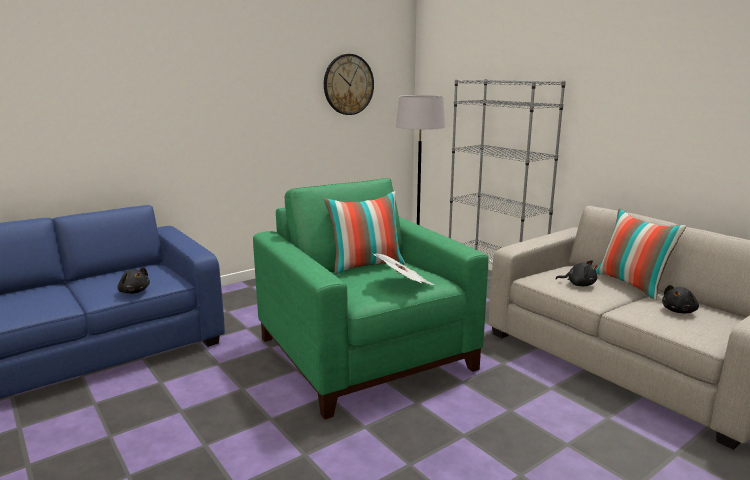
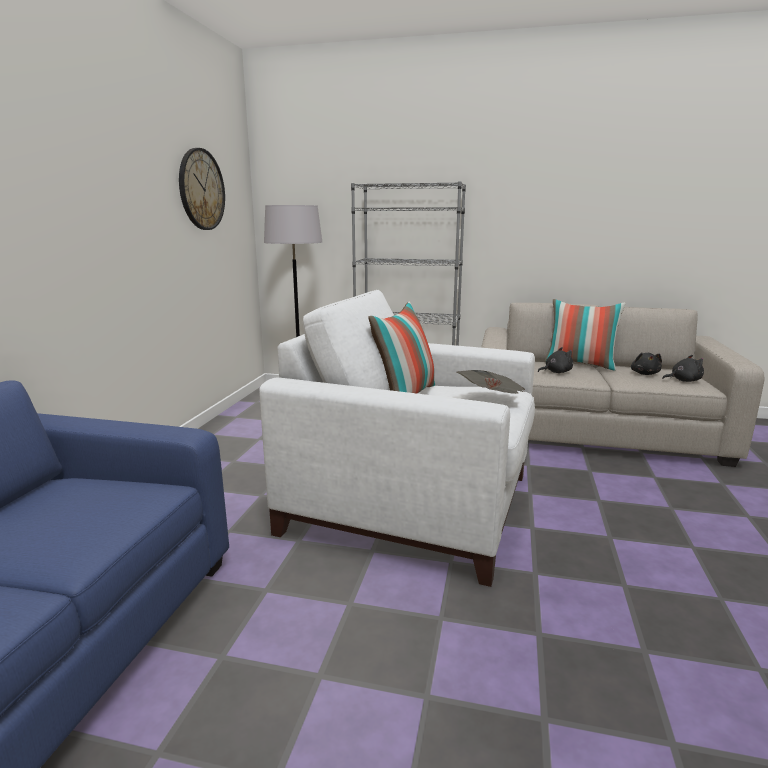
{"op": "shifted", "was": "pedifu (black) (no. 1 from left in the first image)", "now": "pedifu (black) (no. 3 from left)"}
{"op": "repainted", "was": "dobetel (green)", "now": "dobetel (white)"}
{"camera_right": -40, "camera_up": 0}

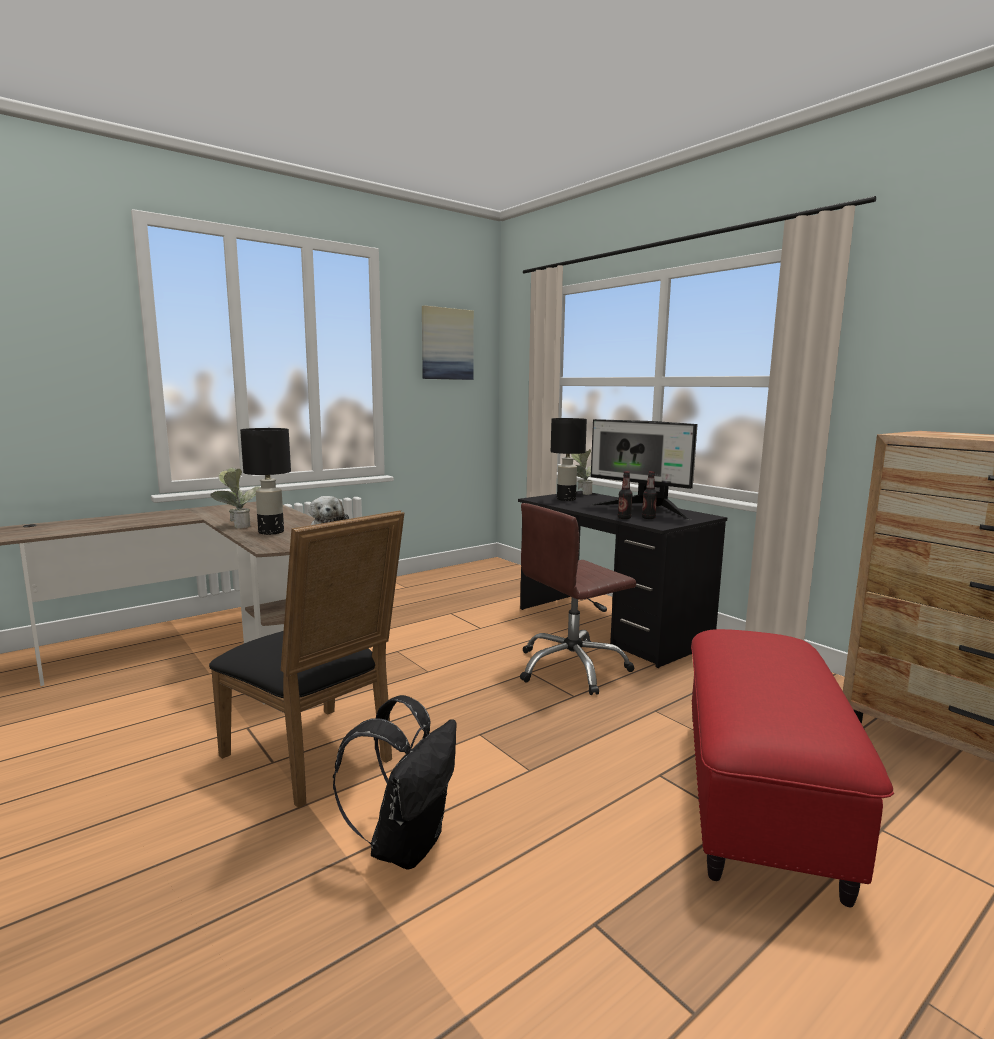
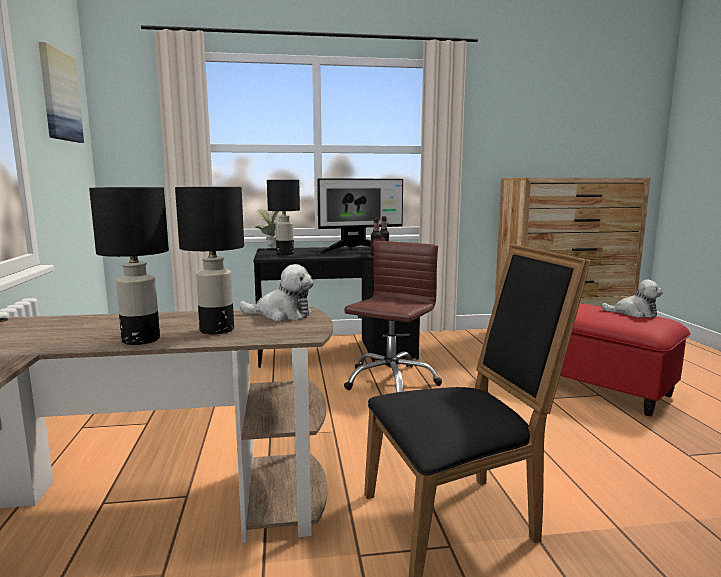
{"op": "gone", "was": "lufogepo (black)"}
{"op": "new", "now": "pedifu (no. 2 from left)"}
{"op": "swapped", "was": "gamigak (no. 1 from left)", "now": "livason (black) (no. 1 from left)"}
{"op": "rotated", "was": "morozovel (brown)", "clockwise": -150}
{"camera_right": -60, "camera_up": 0}

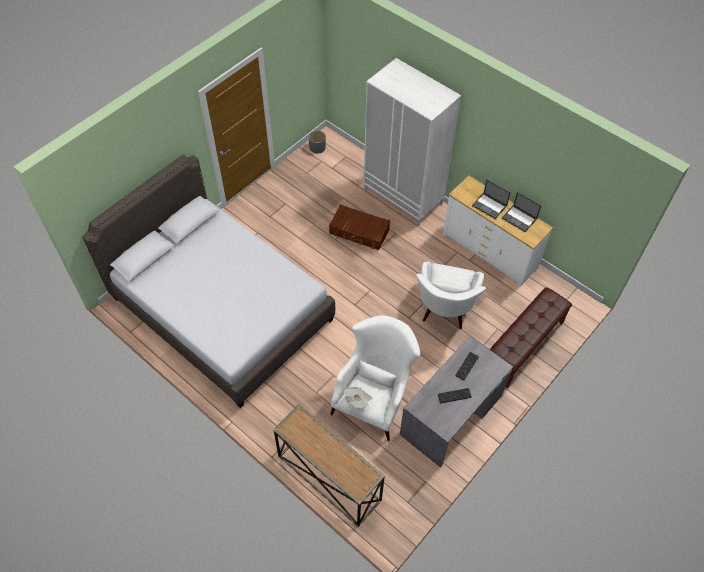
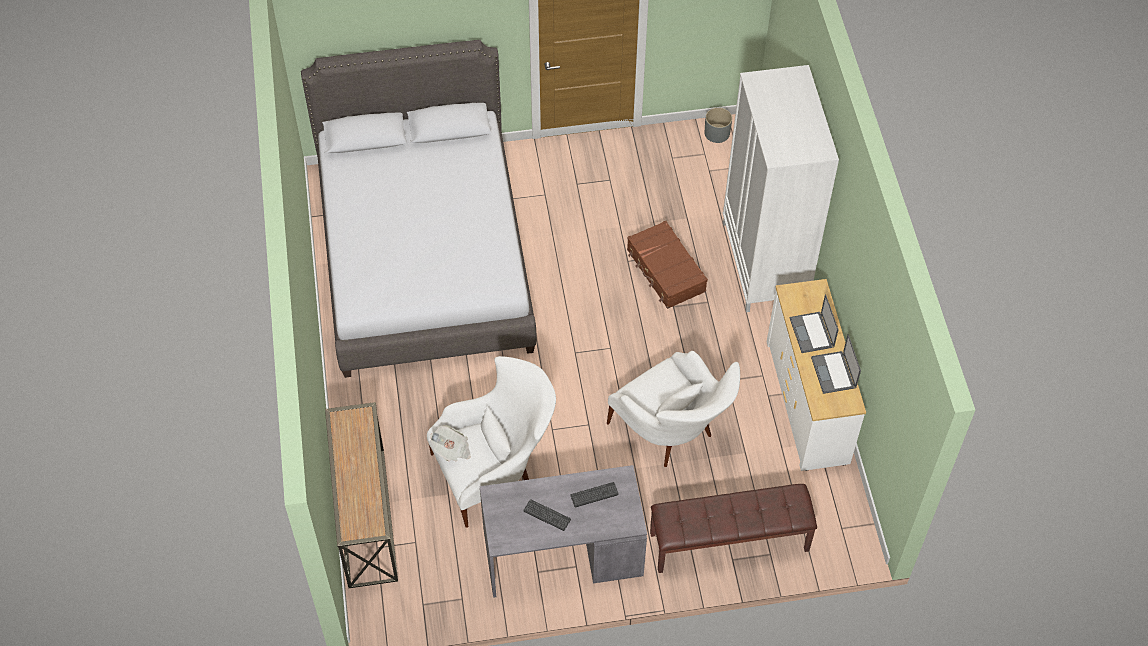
{"op": "rotated", "was": "dobetel (white) (no. 2 from left)", "clockwise": -90}
{"camera_right": 40, "camera_up": 0}

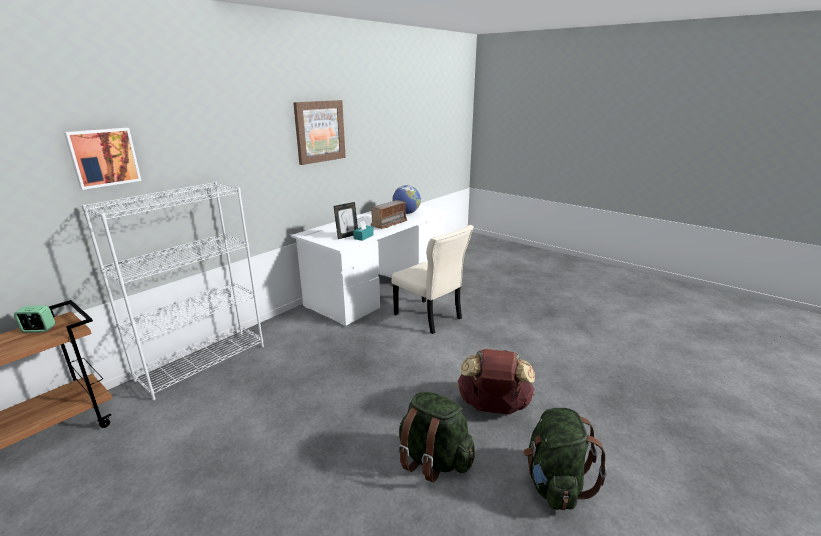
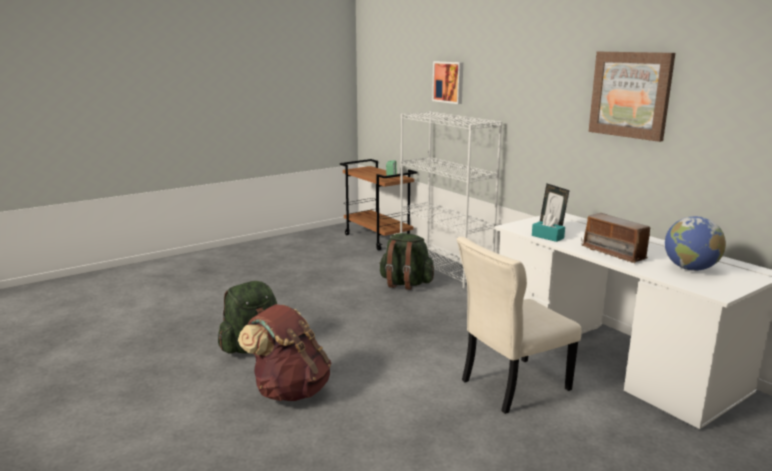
{"op": "shifted", "was": "lufogepo (green) (no. 2 from left)"}
{"camera_right": 105, "camera_up": -5}

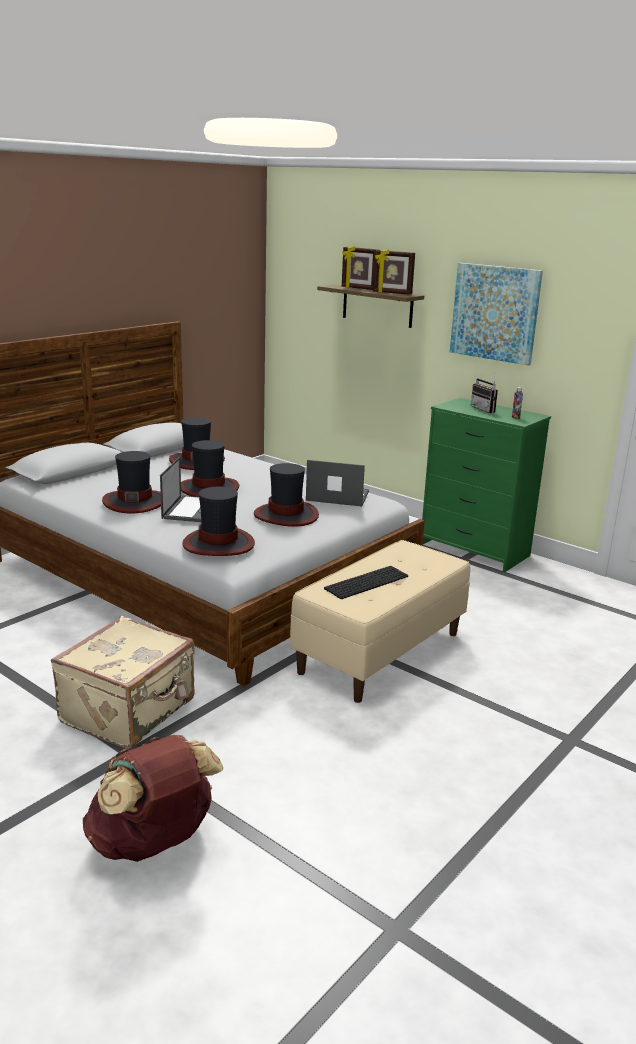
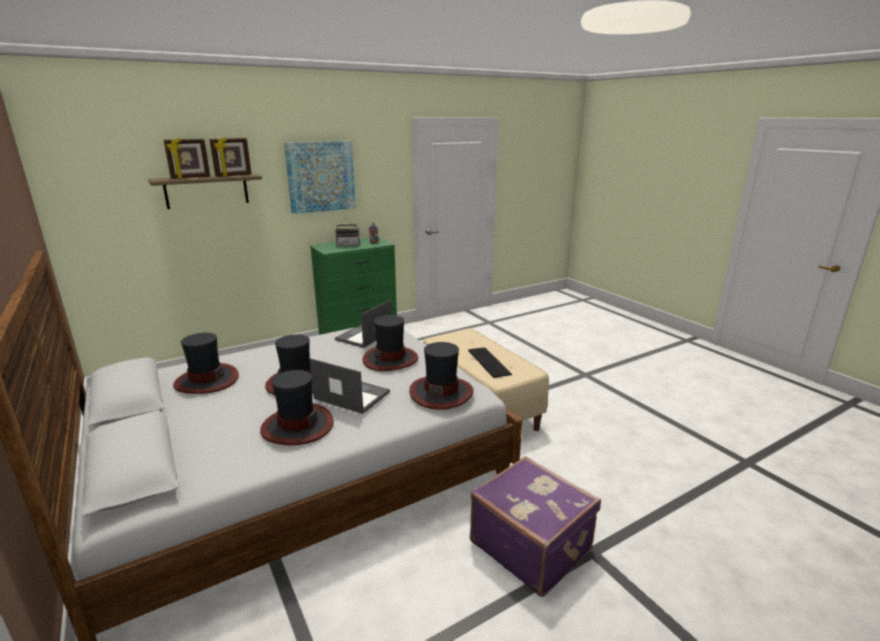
{"op": "gone", "was": "lufogepo (brown)"}
{"op": "repainted", "was": "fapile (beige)", "now": "fapile (purple)"}
{"camera_right": -70, "camera_up": 0}

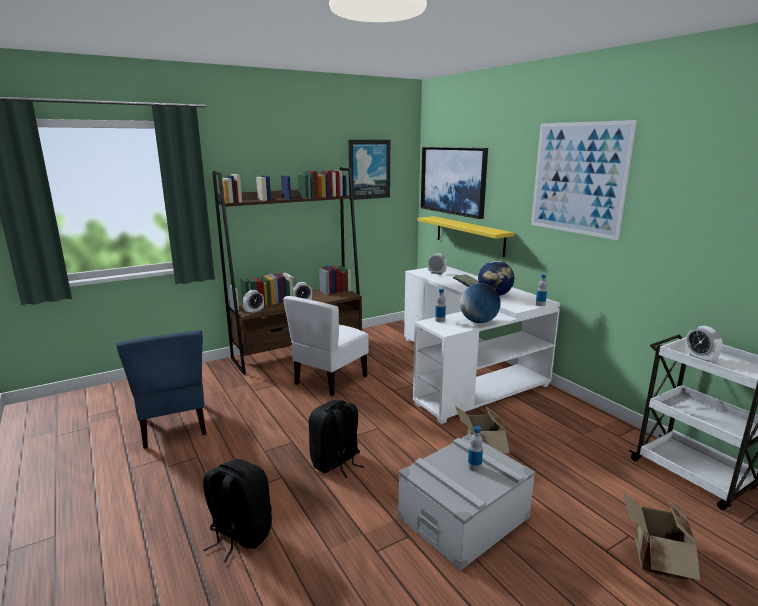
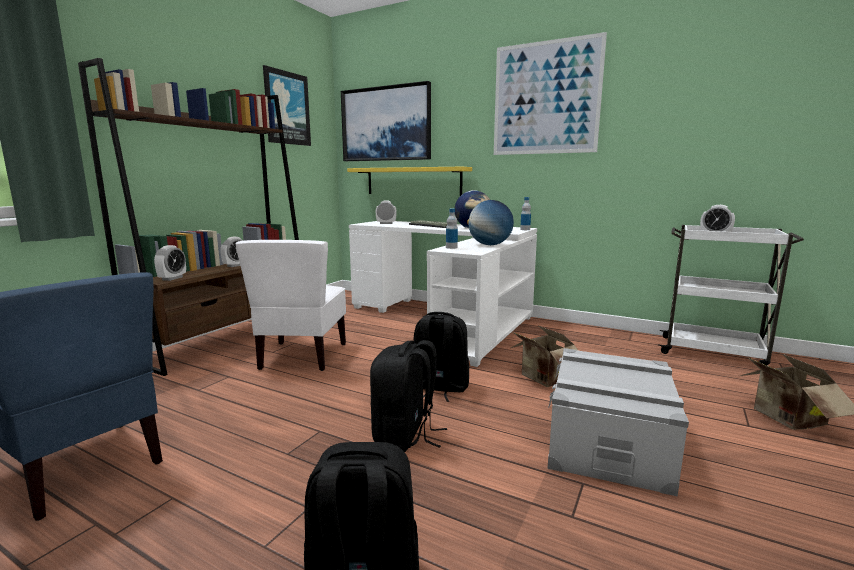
{"op": "gone", "was": "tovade (no. 2 from left)"}
{"op": "new", "now": "lufogepo (black) (no. 3 from left)"}
{"camera_right": -30, "camera_up": -5}

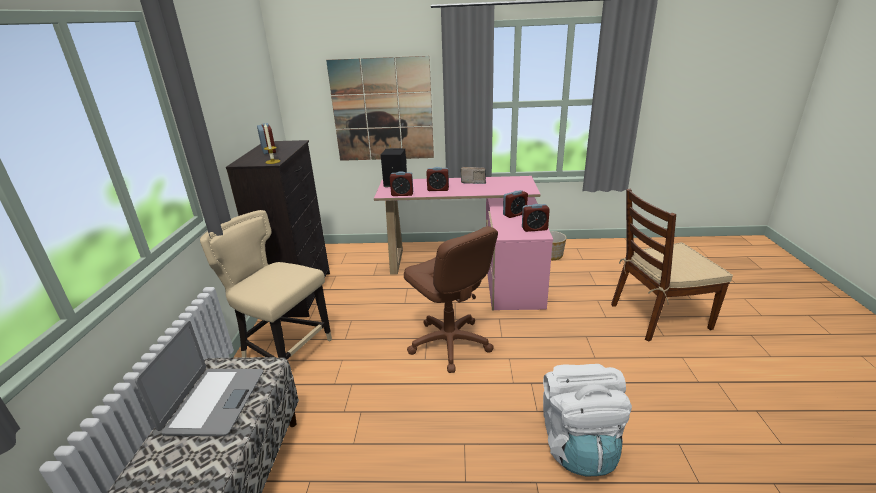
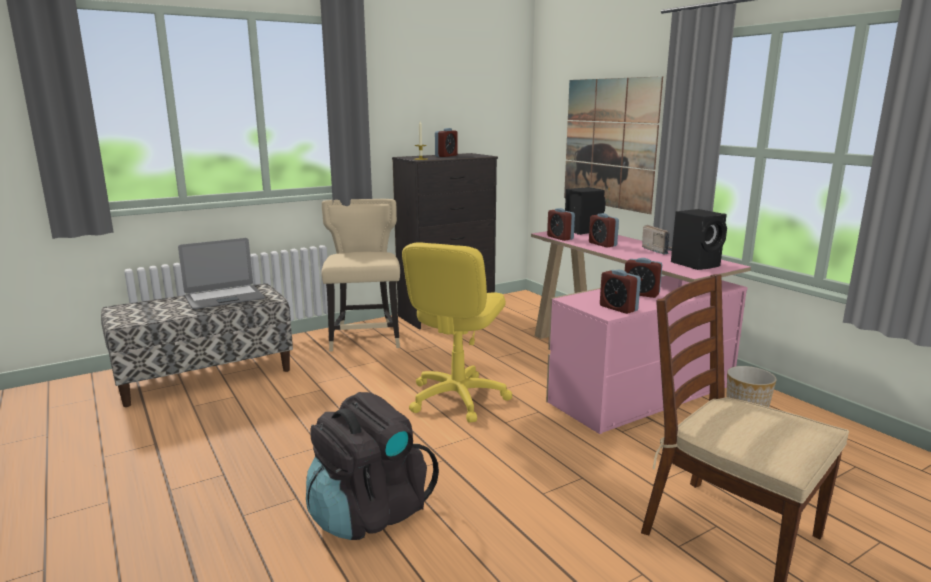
{"op": "new", "now": "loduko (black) (no. 2 from left)"}
{"op": "repainted", "was": "morozovel (brown)", "now": "morozovel (yellow)"}
{"op": "repainted", "was": "lufogepo (white)", "now": "lufogepo (black)"}
{"camera_right": 55, "camera_up": -10}

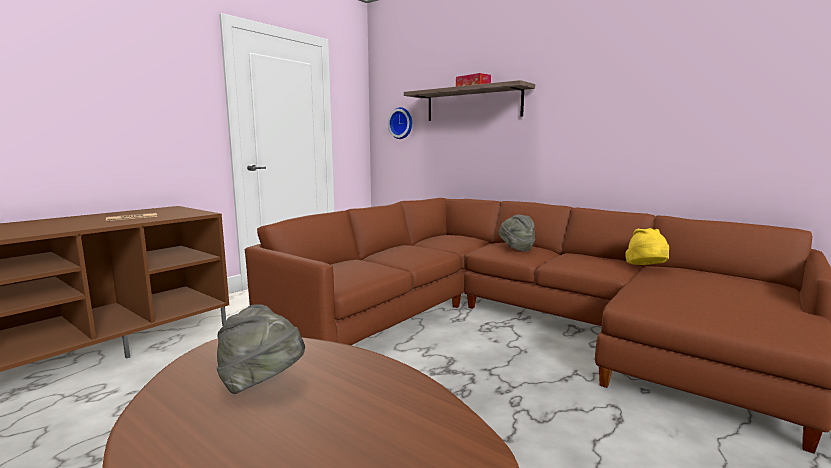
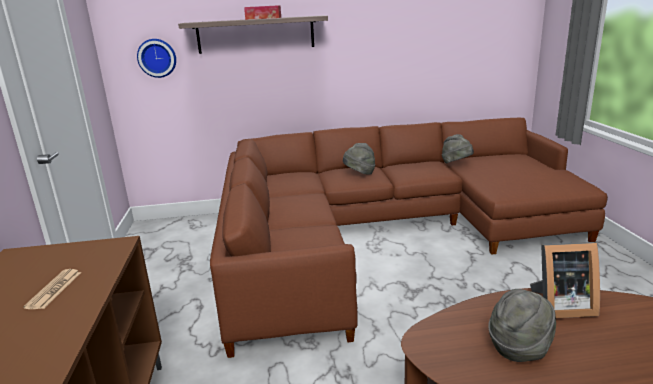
{"op": "new", "now": "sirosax"}
{"op": "repainted", "was": "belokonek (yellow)", "now": "belokonek (grey) (no. 2 from left)"}
{"camera_right": -45, "camera_up": 10}

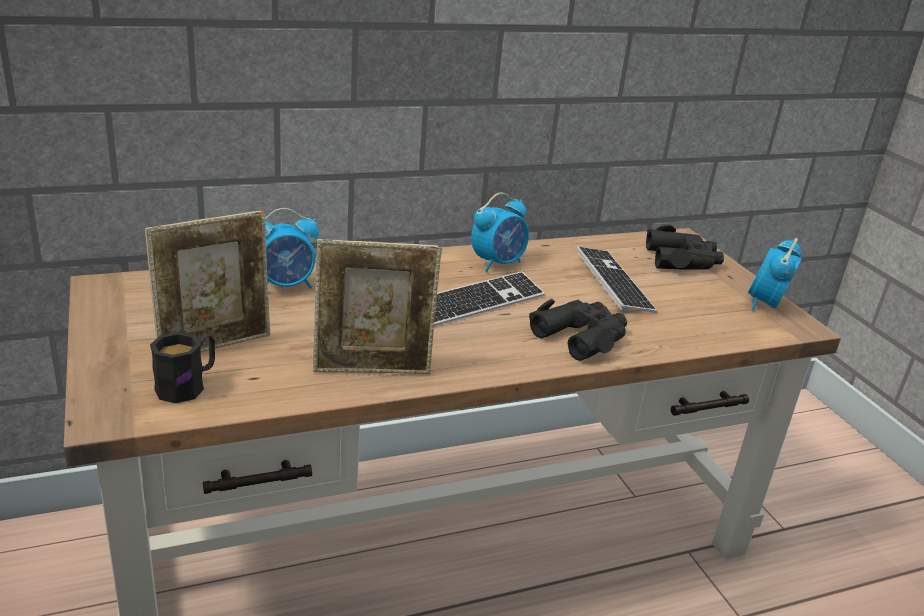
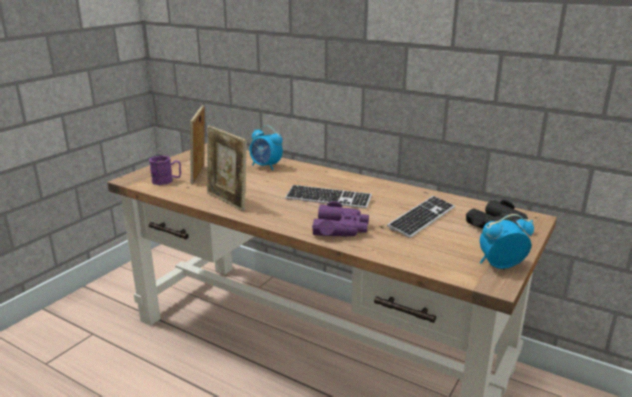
{"op": "gone", "was": "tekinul (no. 2 from left)"}
{"op": "repainted", "was": "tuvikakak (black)", "now": "tuvikakak (purple)"}
{"op": "repainted", "was": "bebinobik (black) (no. 1 from left)", "now": "bebinobik (purple)"}
{"op": "rotated", "was": "sirosax (no. 1 from left)", "clockwise": 75}
{"camera_right": 55, "camera_up": -5}

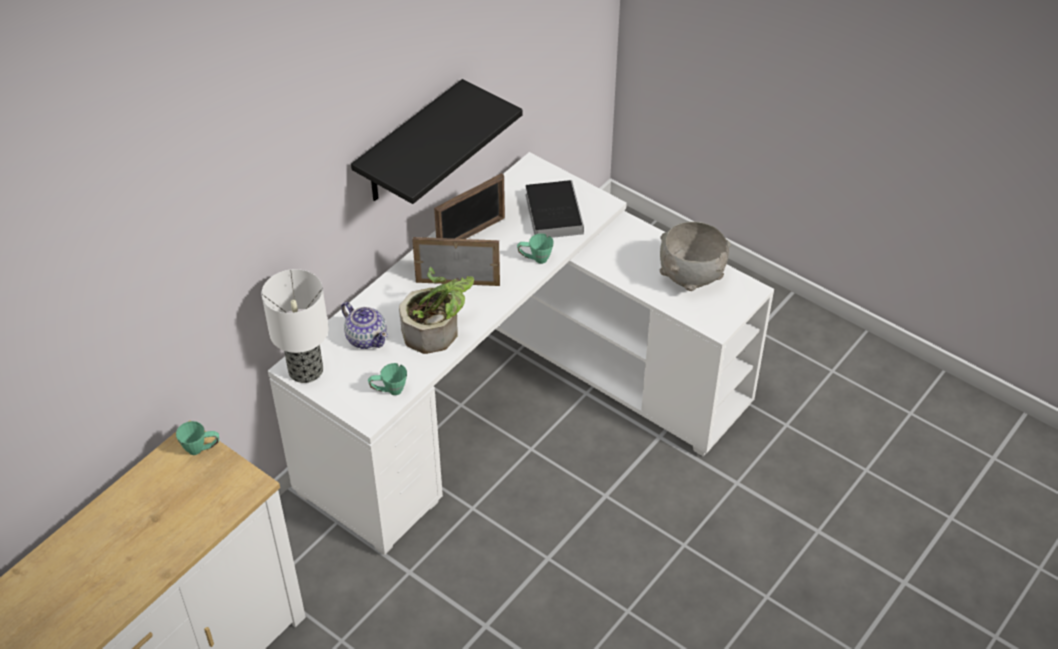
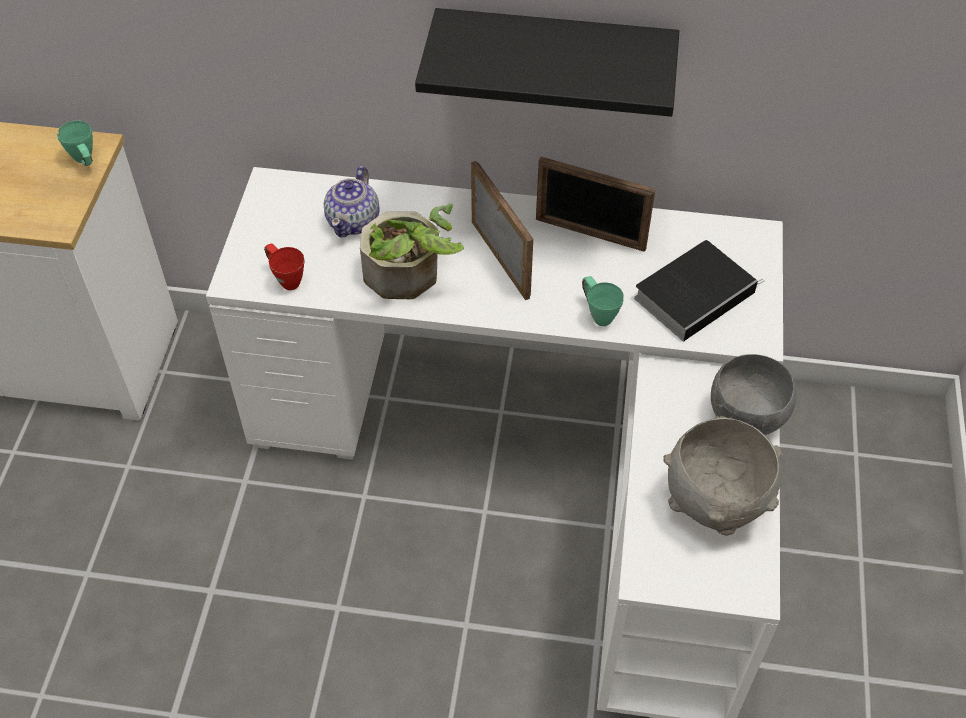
{"op": "gone", "was": "livason"}
{"op": "new", "now": "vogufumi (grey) (no. 2 from left)"}
{"op": "repainted", "was": "tuvikakak (green) (no. 2 from left)", "now": "tuvikakak (red)"}
{"camera_right": 60, "camera_up": 5}

